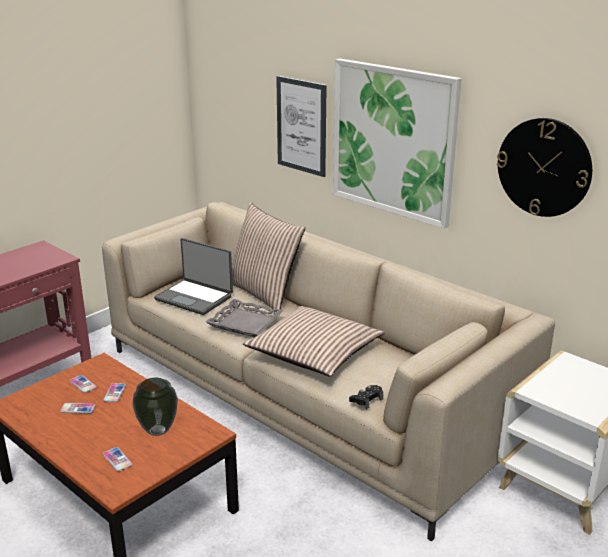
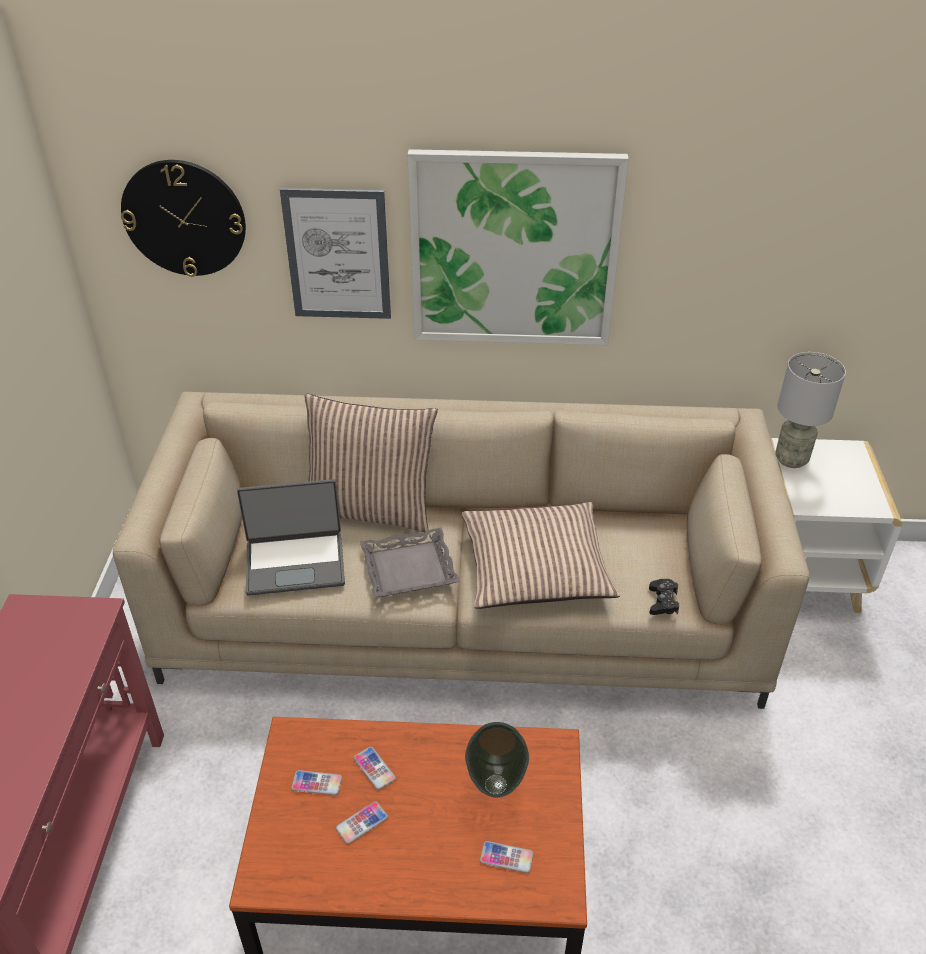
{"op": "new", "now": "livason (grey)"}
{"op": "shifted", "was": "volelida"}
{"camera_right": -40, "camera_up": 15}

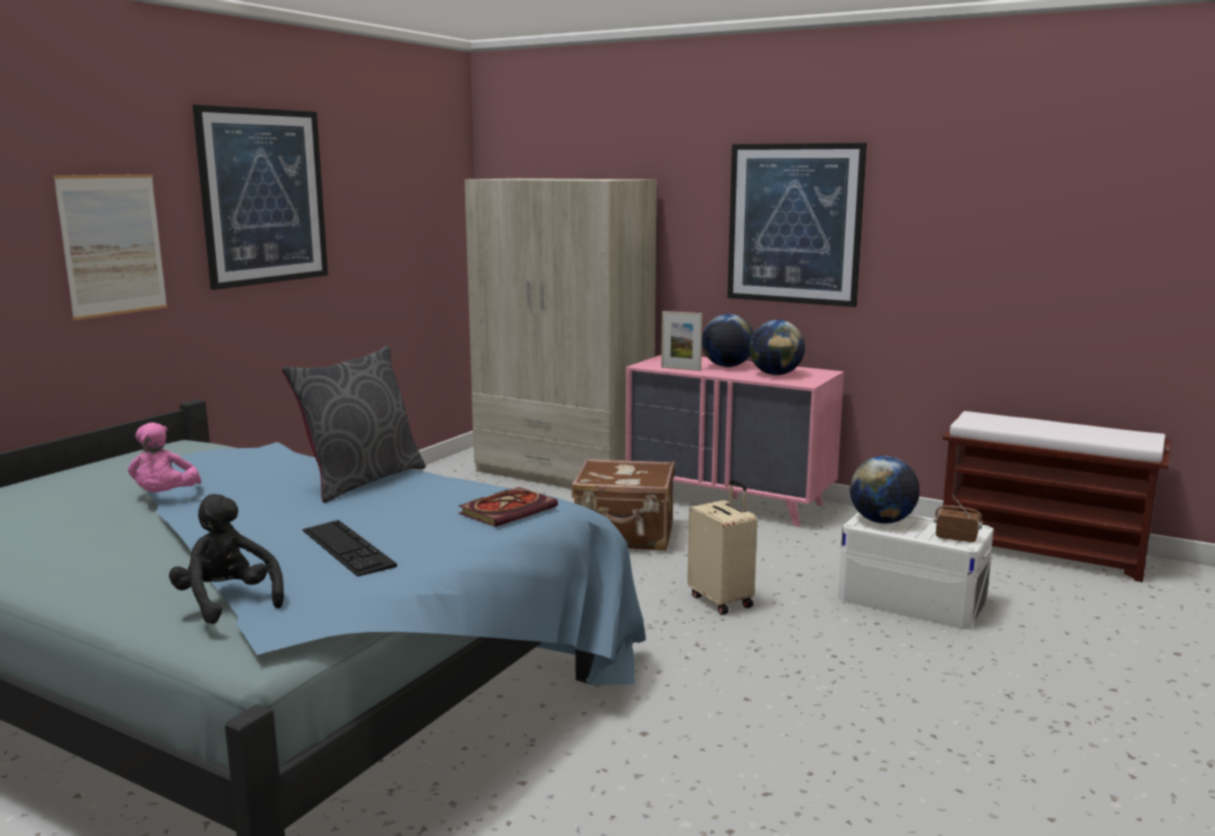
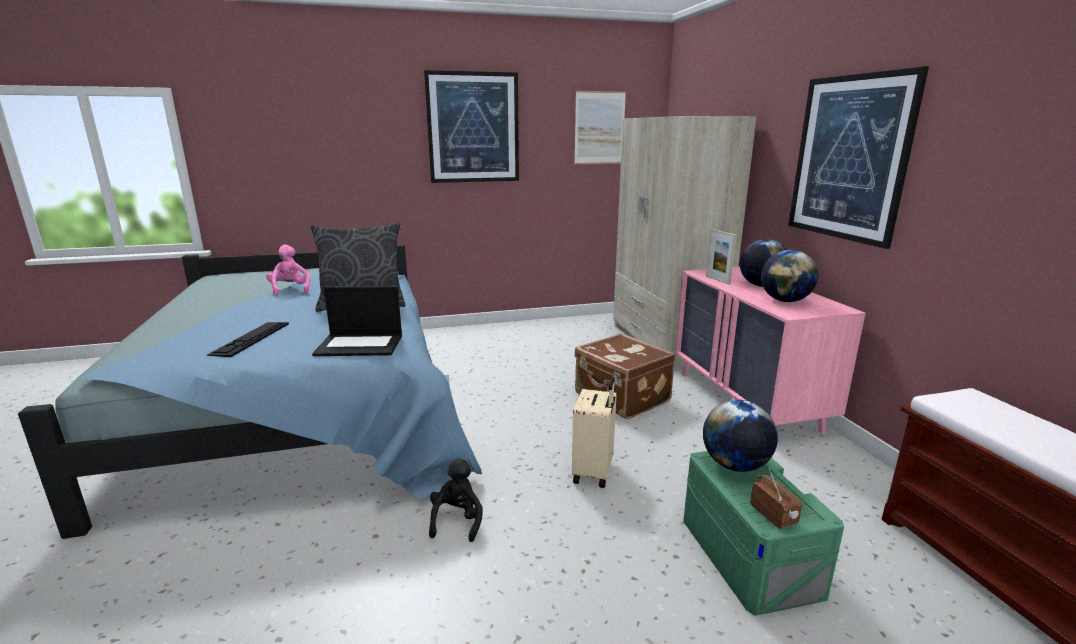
{"op": "shifted", "was": "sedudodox (no. 1 from left in the first image)", "now": "sedudodox (no. 2 from left)"}
{"op": "shifted", "was": "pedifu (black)"}
{"op": "swapped", "was": "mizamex", "now": "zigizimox"}
{"op": "repainted", "was": "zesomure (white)", "now": "zesomure (green)"}
{"op": "rotated", "was": "pedifu (pink)", "clockwise": 120}
{"camera_right": 45, "camera_up": 5}

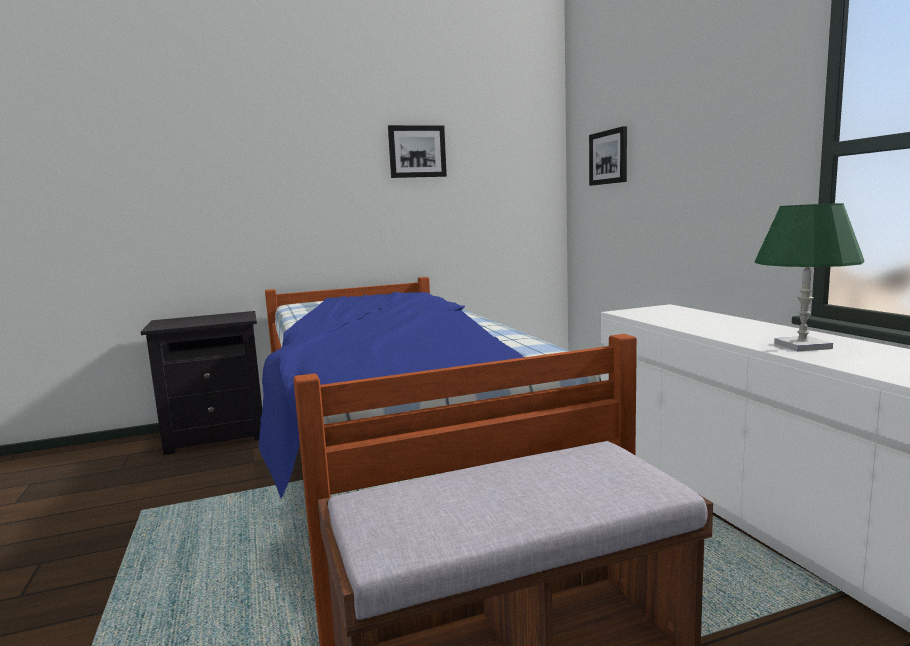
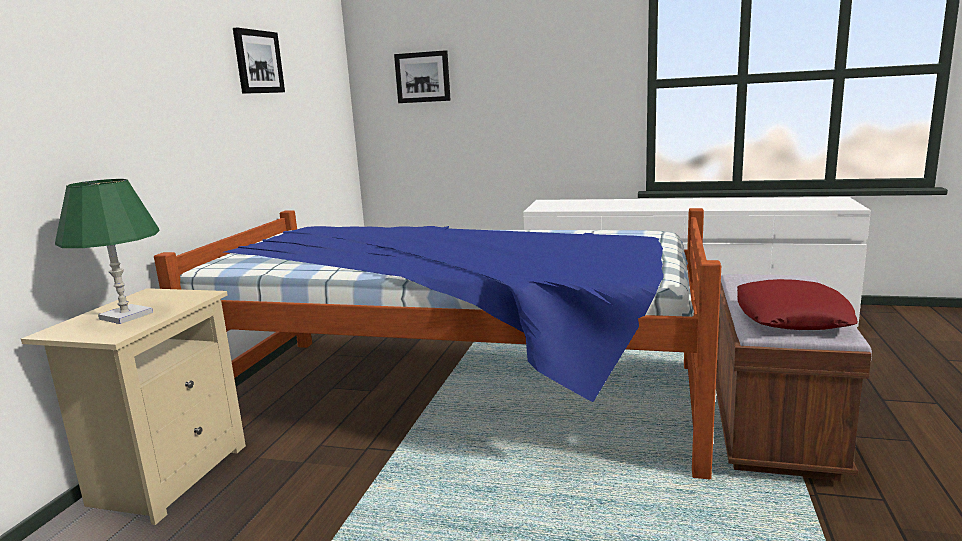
{"op": "new", "now": "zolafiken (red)"}
{"op": "shifted", "was": "livason (green)"}
{"op": "repainted", "was": "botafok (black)", "now": "botafok (beige)"}
{"camera_right": -55, "camera_up": 5}

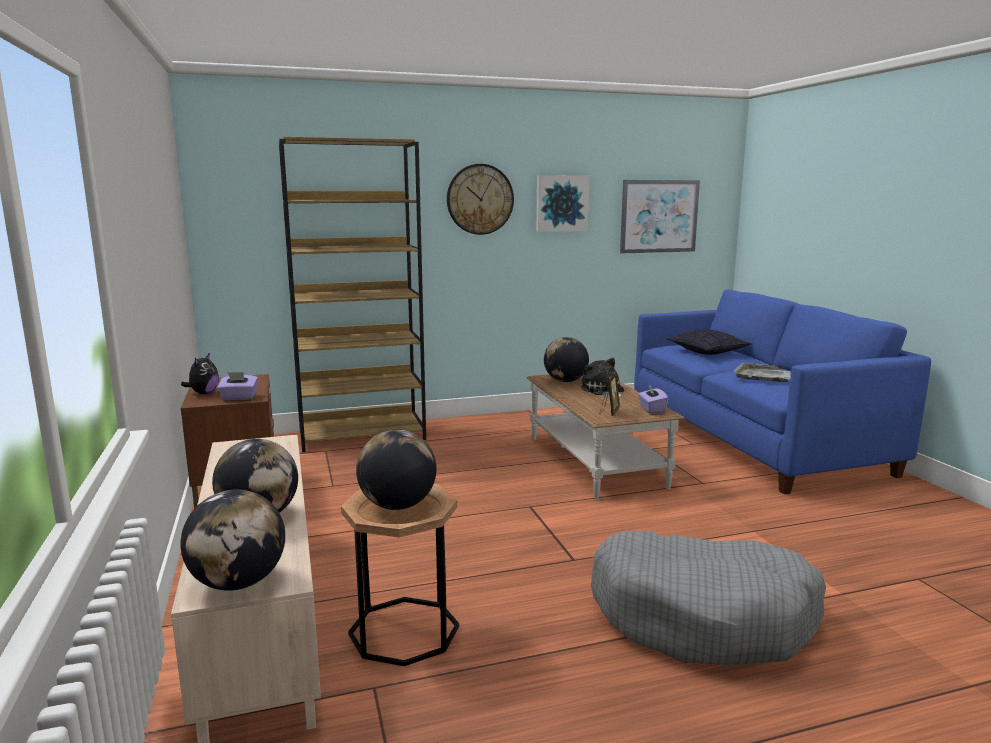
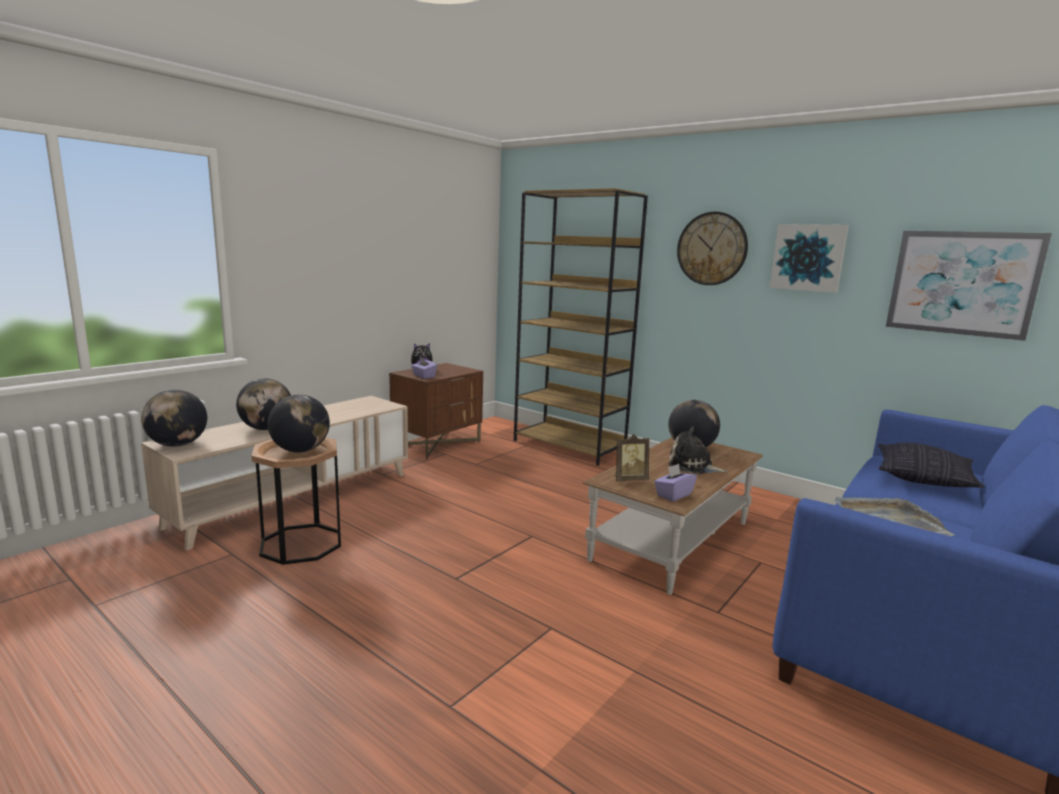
{"op": "gone", "was": "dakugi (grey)"}
{"op": "rotated", "was": "pedifu (no. 2 from left)", "clockwise": -90}
{"camera_right": 55, "camera_up": 0}

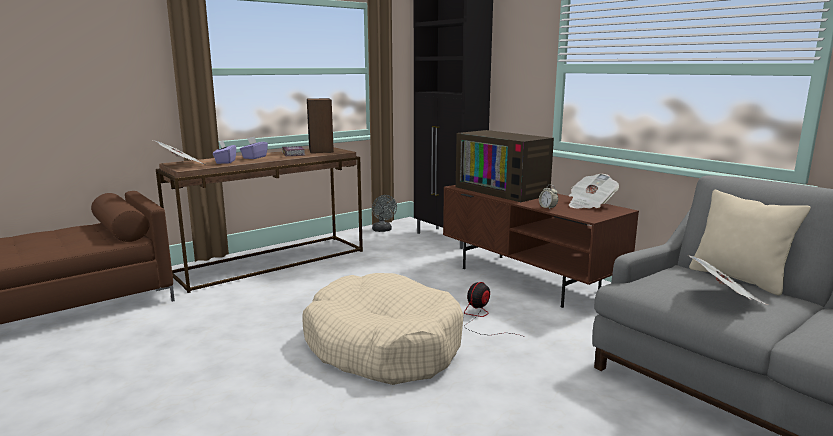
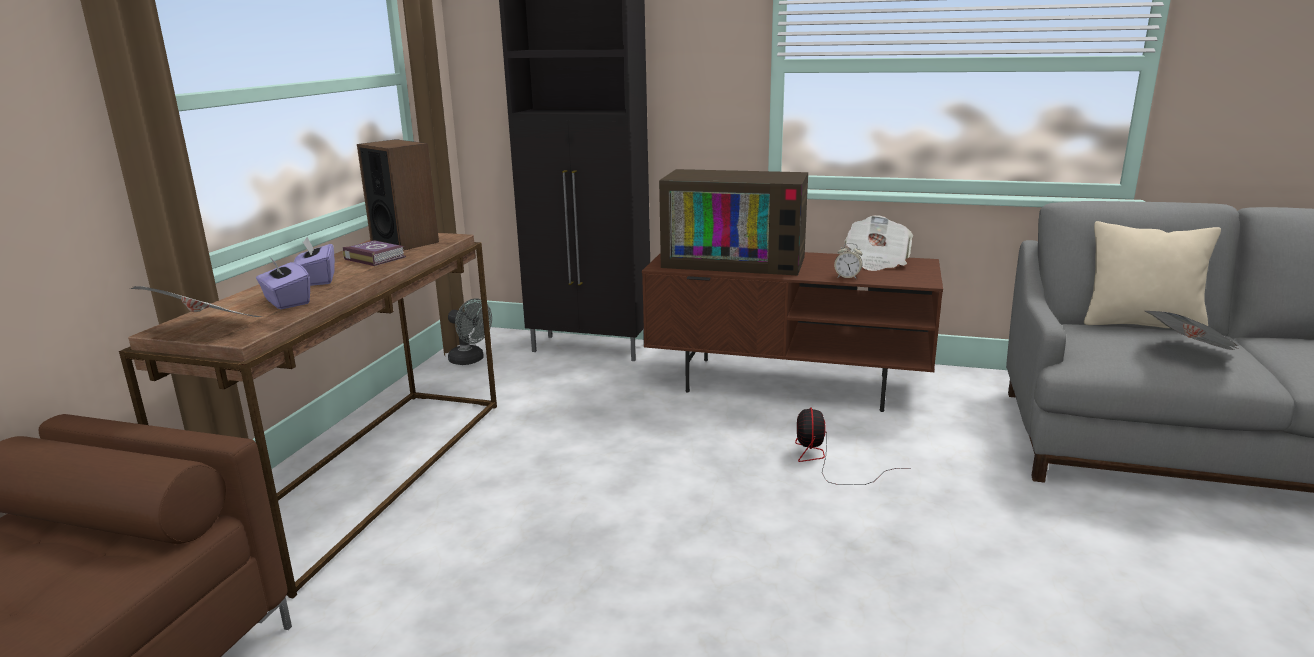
{"op": "gone", "was": "dakugi (beige)"}
{"camera_right": -35, "camera_up": 5}

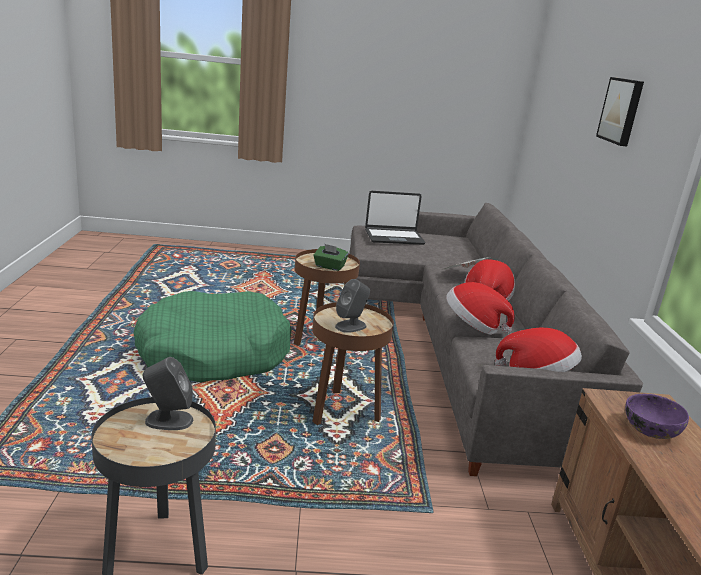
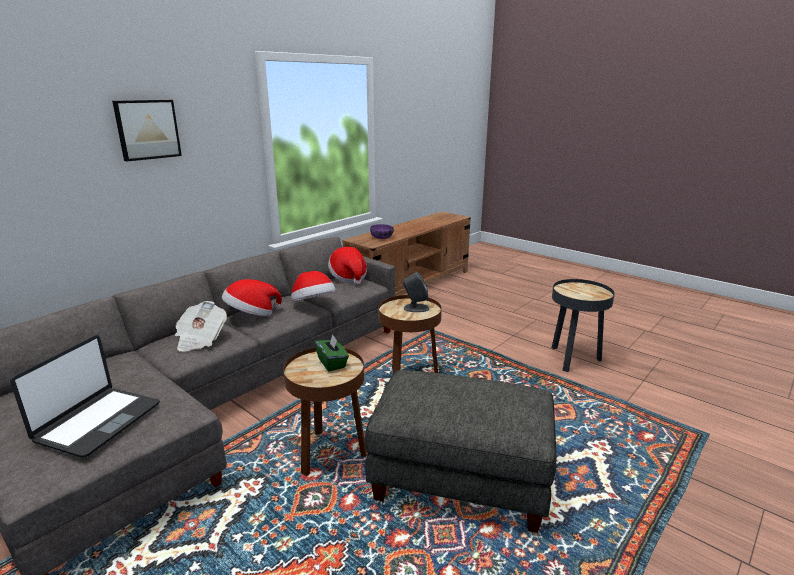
{"op": "gone", "was": "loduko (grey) (no. 1 from left)"}
{"op": "swapped", "was": "dakugi (green)", "now": "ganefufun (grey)"}
{"op": "rotated", "was": "zigizimox", "clockwise": 75}
{"camera_right": -135, "camera_up": 0}

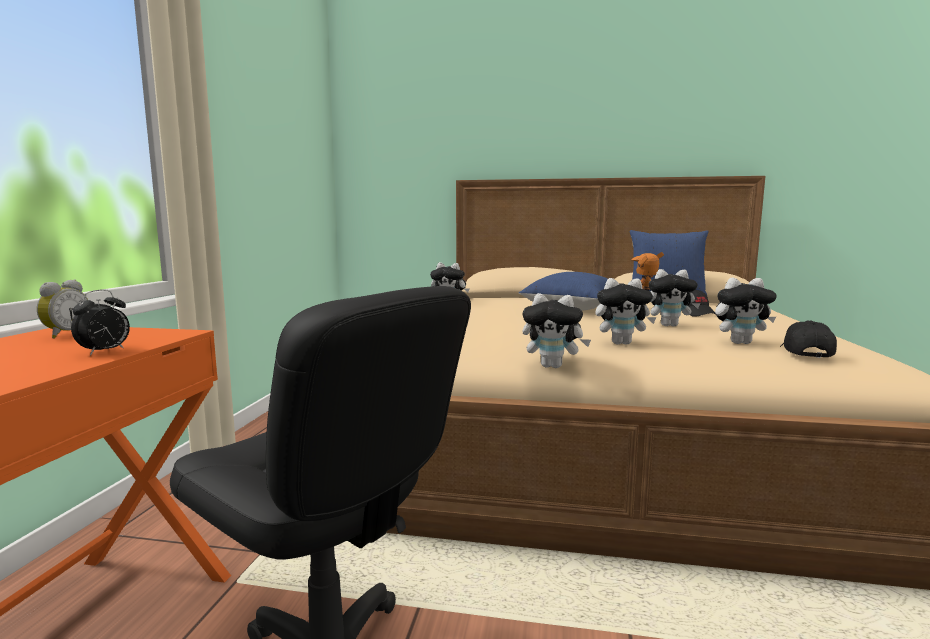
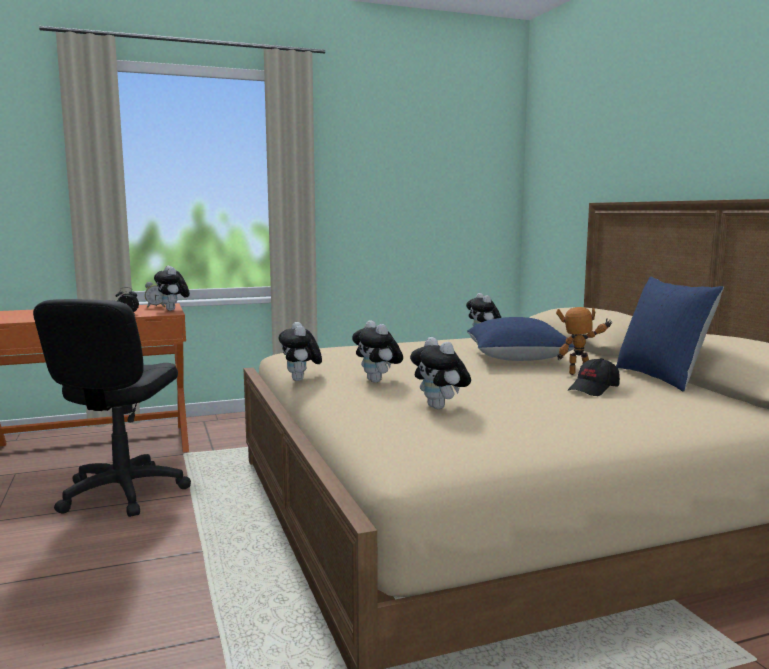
{"op": "gone", "was": "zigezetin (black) (no. 2 from left)"}
{"op": "shifted", "was": "pedifu (no. 4 from left in the first image)", "now": "pedifu (no. 1 from left)"}
{"camera_right": 60, "camera_up": 0}

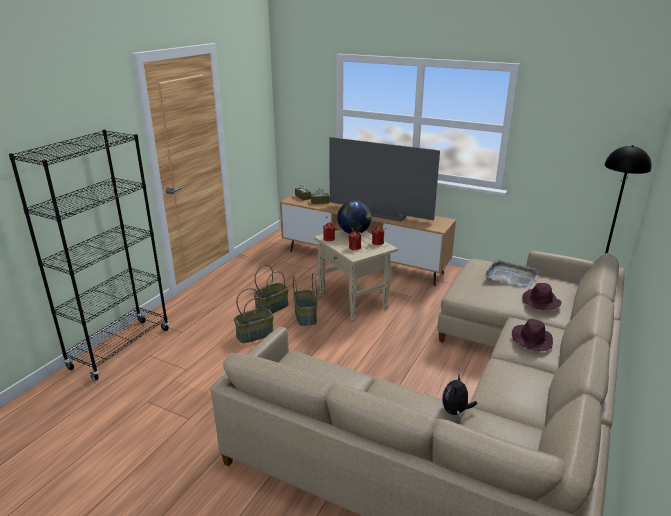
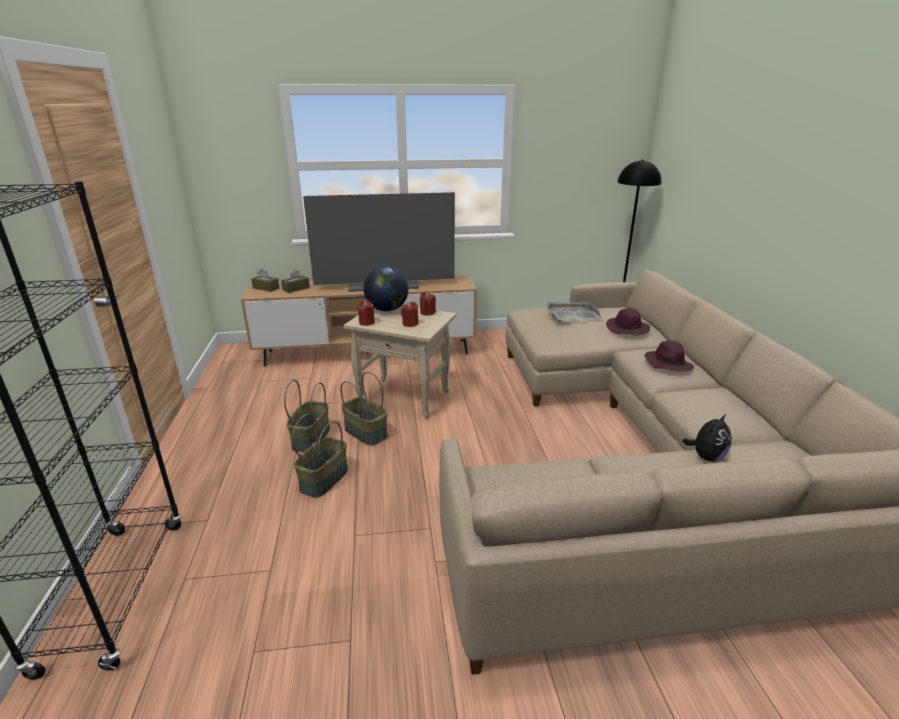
{"op": "rotated", "was": "pedifu", "clockwise": -120}
{"camera_right": -35, "camera_up": 0}

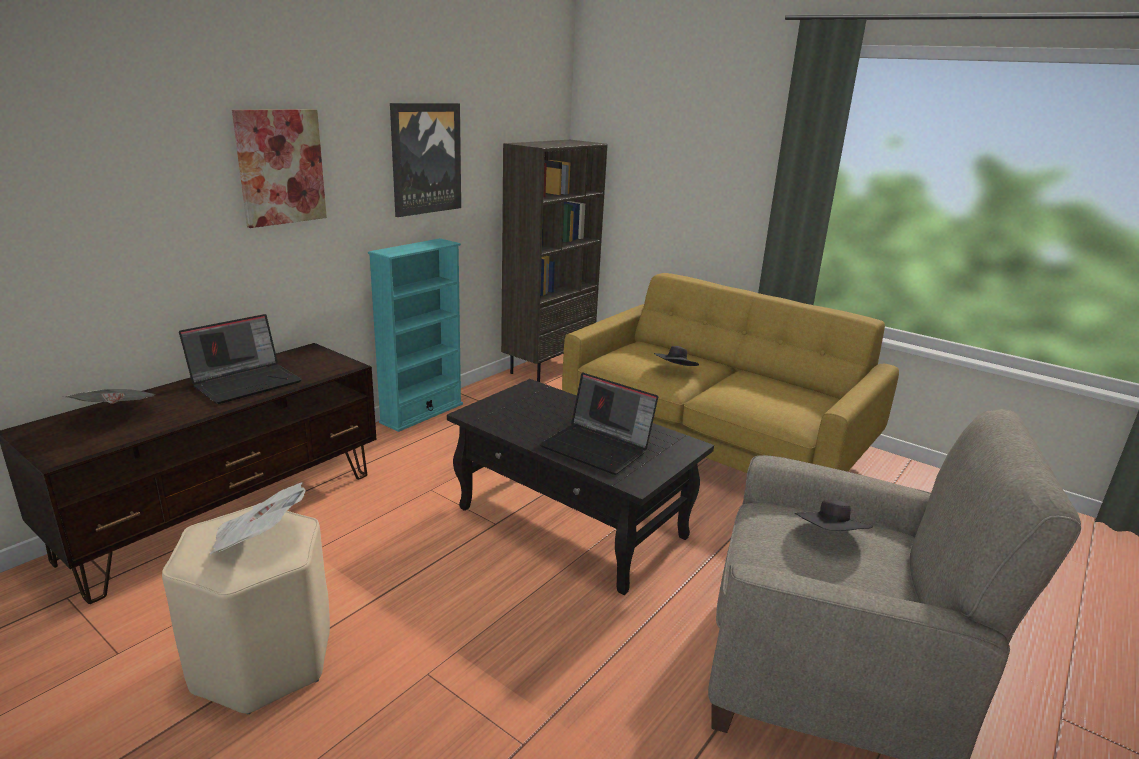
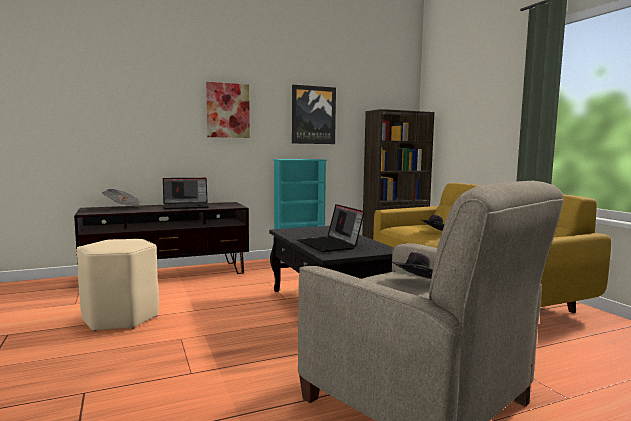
{"op": "gone", "was": "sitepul (no. 2 from left)"}
{"camera_right": 30, "camera_up": -15}

